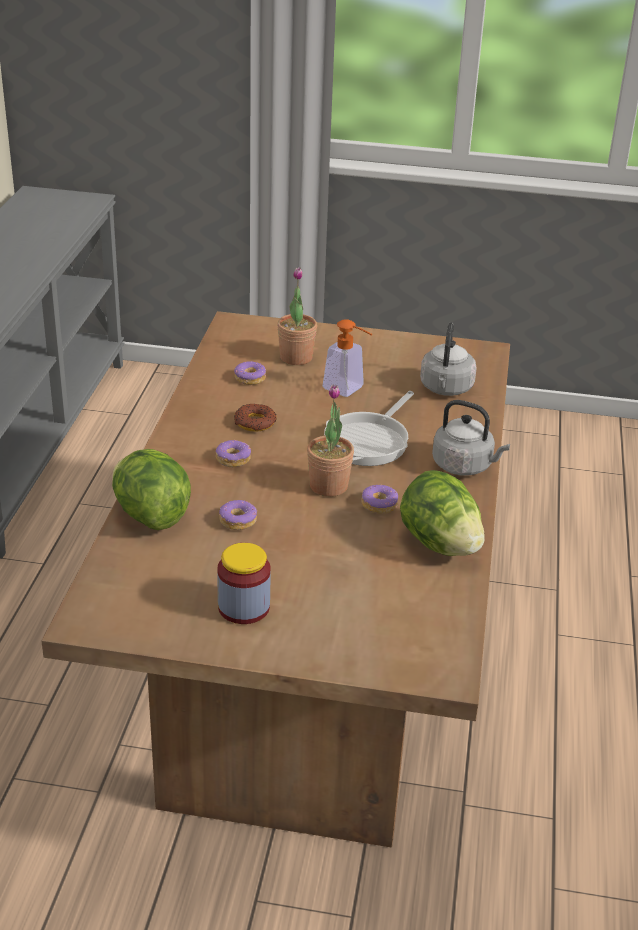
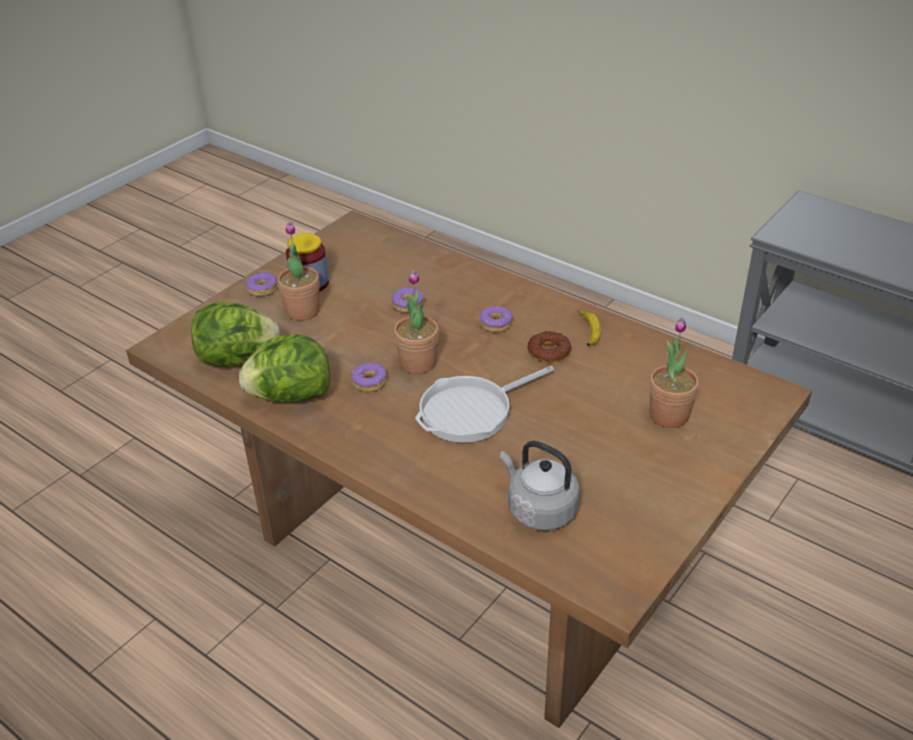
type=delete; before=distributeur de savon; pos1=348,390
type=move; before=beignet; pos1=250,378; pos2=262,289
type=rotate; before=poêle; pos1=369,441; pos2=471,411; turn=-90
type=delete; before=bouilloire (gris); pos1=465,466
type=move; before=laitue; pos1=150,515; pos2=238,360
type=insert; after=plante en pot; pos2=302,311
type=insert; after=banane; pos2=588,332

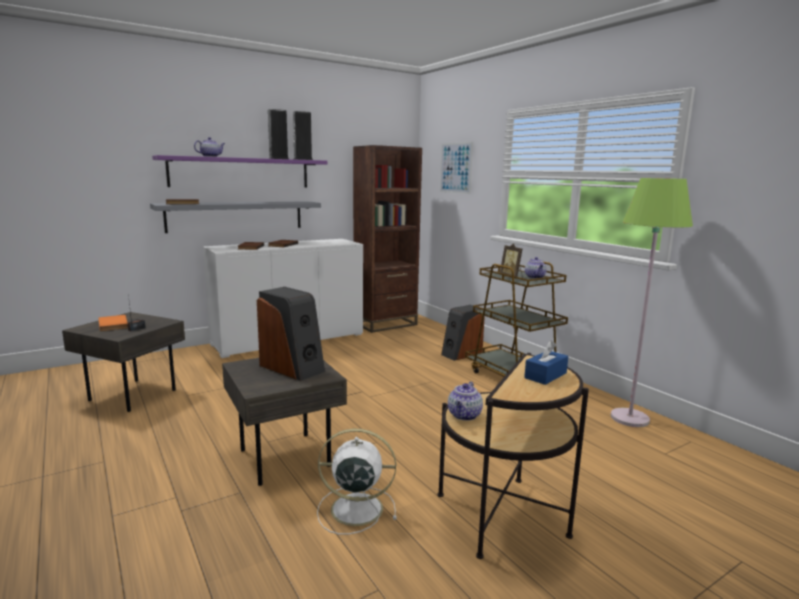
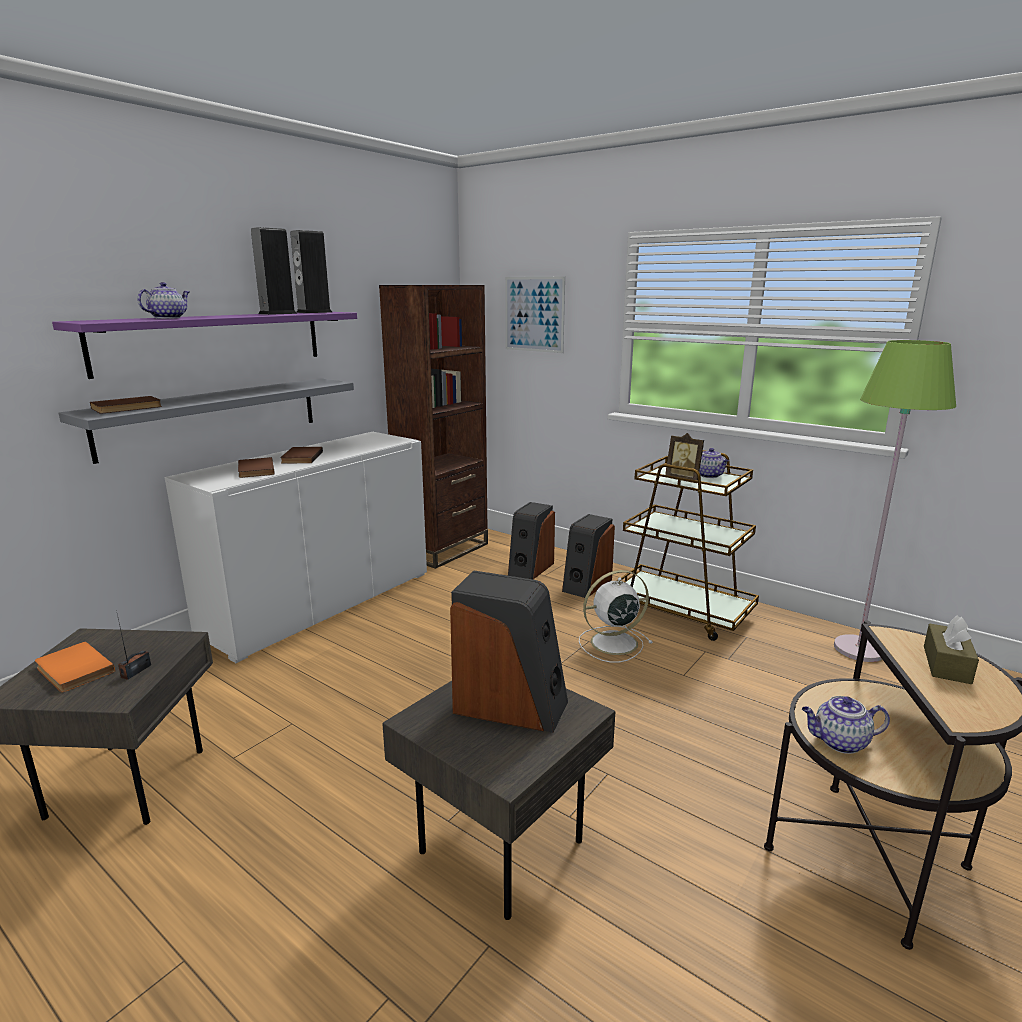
type=recolor; before=boîte à mouchoirs (bleu); after=boîte à mouchoirs (marron); pos1=545,375; pos2=946,664
type=rotate; before=théière; pos1=464,416; pos2=839,742; turn=90
type=move; before=ventilateur (blanc); pos1=354,509; pos2=612,643
type=insert; after=enceinte; pos2=530,569

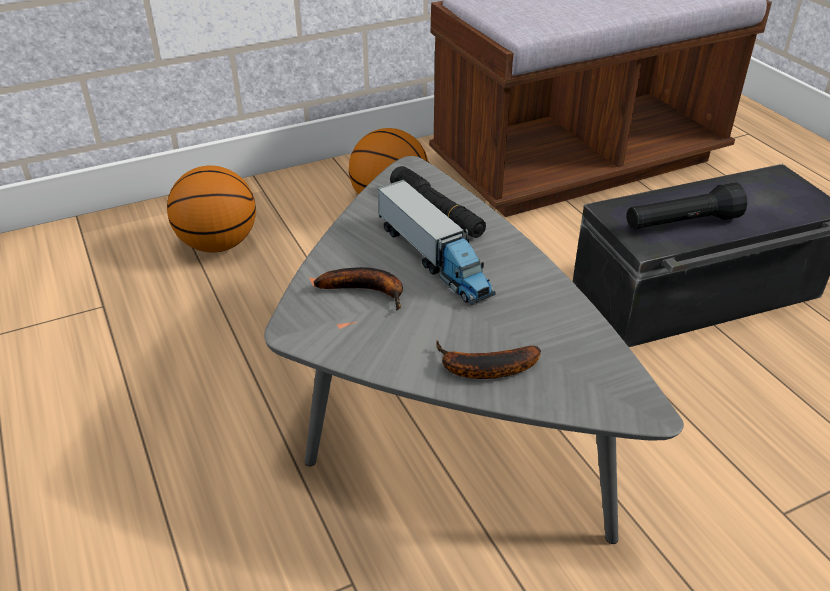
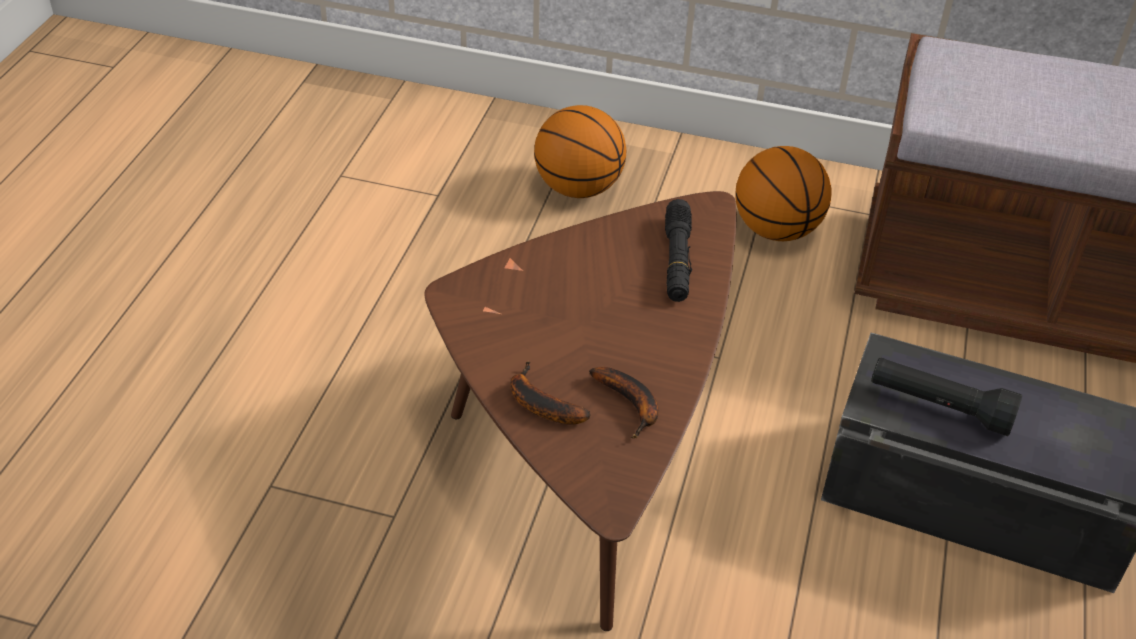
type=recolor; before=table basse (gris); after=table basse (marron); pos1=441,414; pos2=592,447
type=delete; before=camion jouet; pos1=434,259
type=move; before=banane; pos1=368,291; pos2=631,405

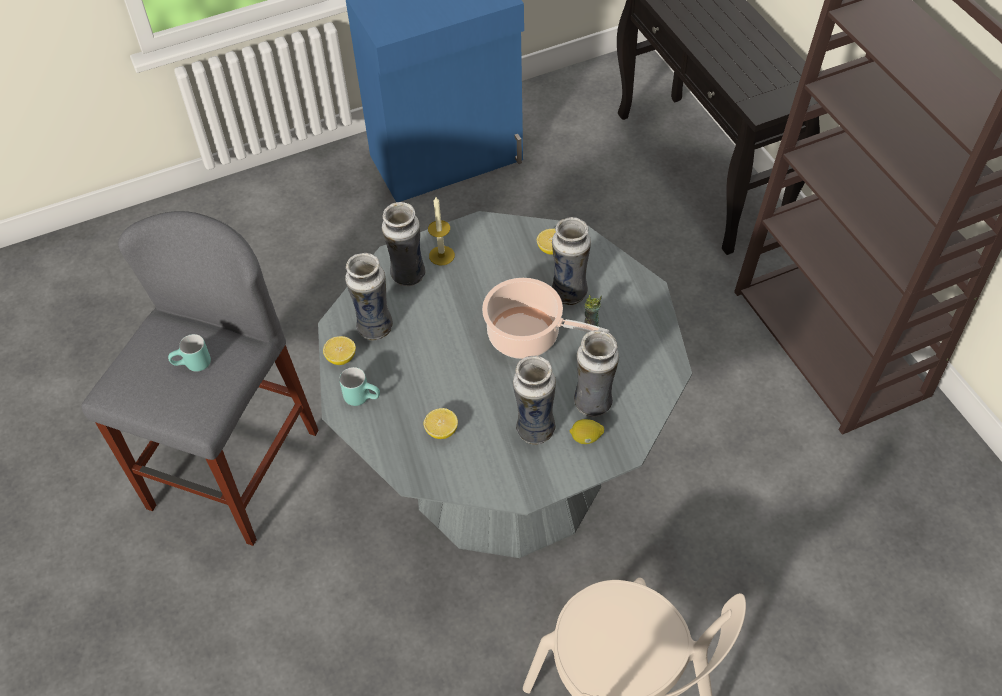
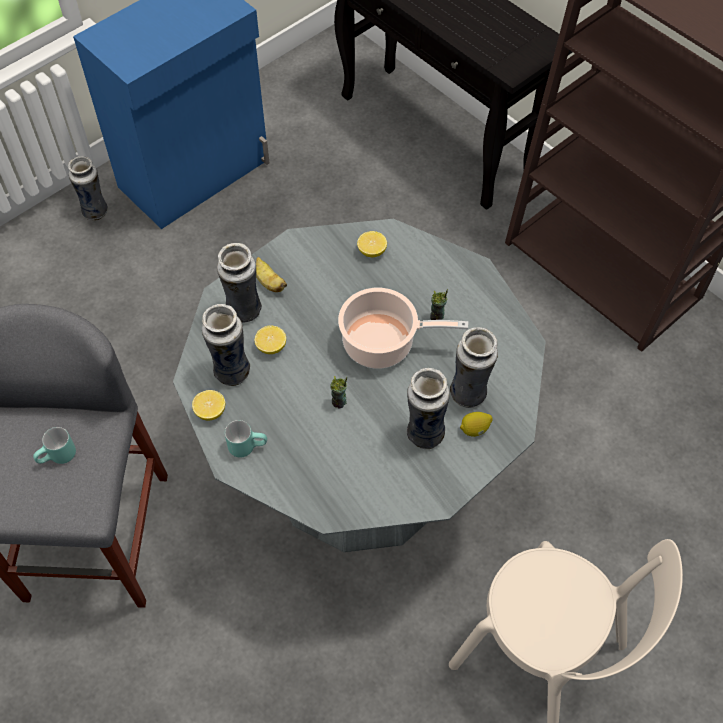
type=replace; before=bougie; after=banane; pos1=441,255; pos2=269,282
type=move; before=vase; pos1=569,292; pos2=95,211
type=move; before=citron; pos1=441,431; pos2=271,347
type=insert; after=tasse; pos2=339,402

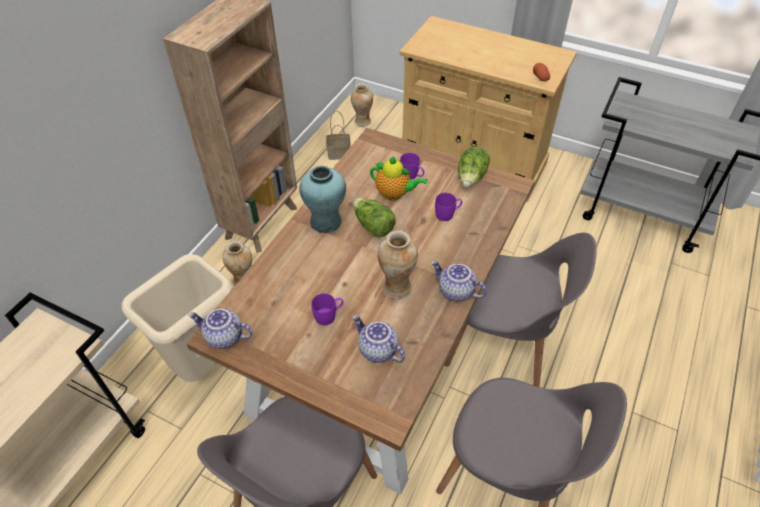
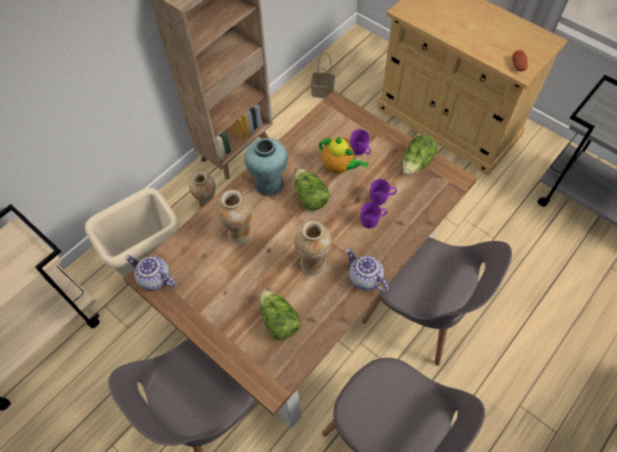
type=move; before=vase; pos1=362,122; pos2=240,233
type=move; before=mug (violet); pos1=329,315; pos2=373,220
type=replace; before=théière; after=laitue; pos1=377,350; pos2=278,320

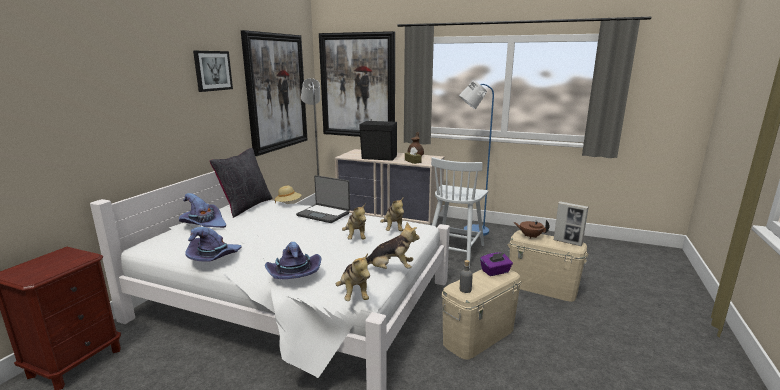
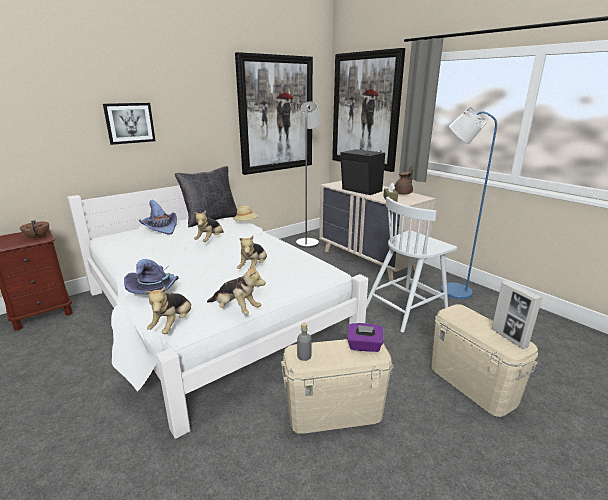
type=move; before=tableau; pos1=212,70; pos2=129,123
type=delete; before=ordinateur portable; pos1=324,214
type=move; before=peluche; pos1=393,229; pos2=210,240
type=move; before=théière (marron); pos1=530,236; pos2=38,237
type=delete; before=chapeau (violet); pos1=214,258

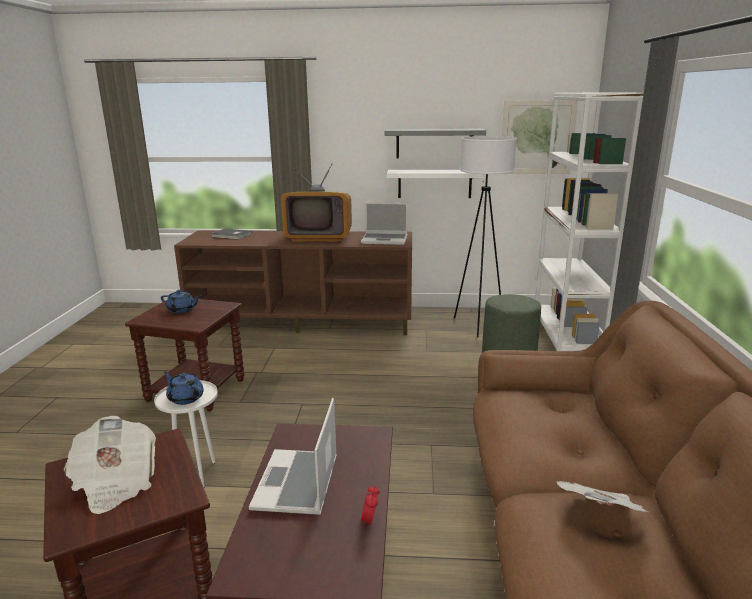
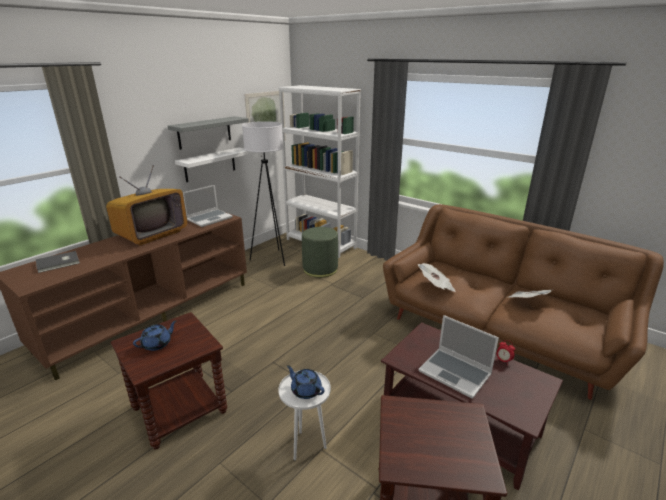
type=rotate; before=théière (bleu); pos1=185,398; pos2=305,390; turn=60
type=move; before=journal; pos1=115,482; pos2=436,286

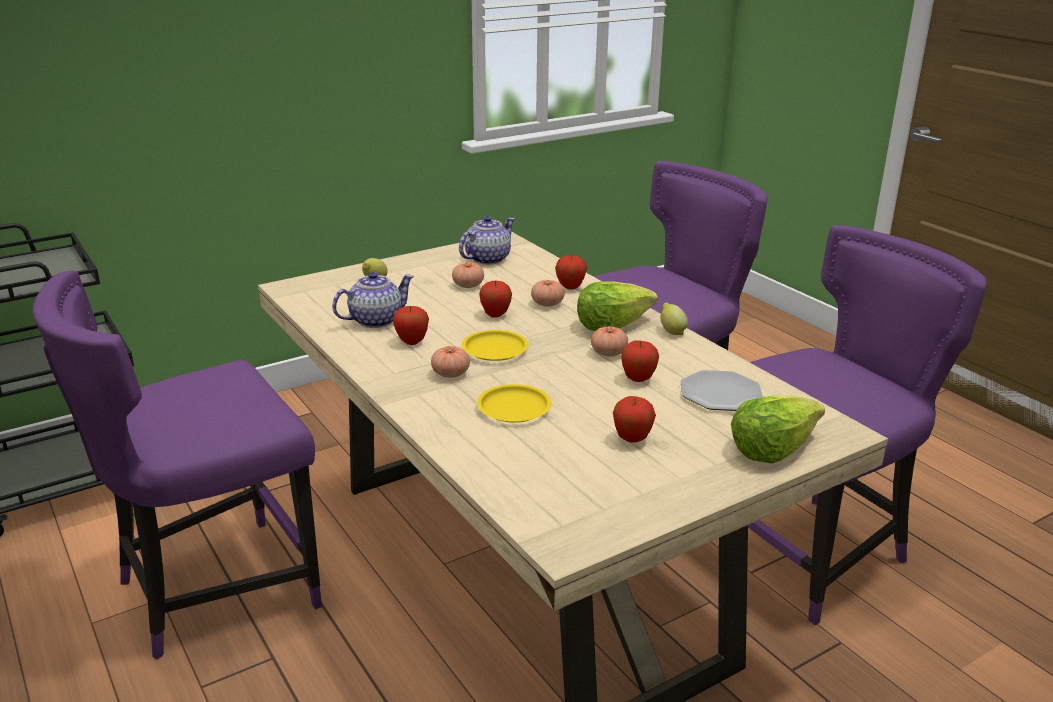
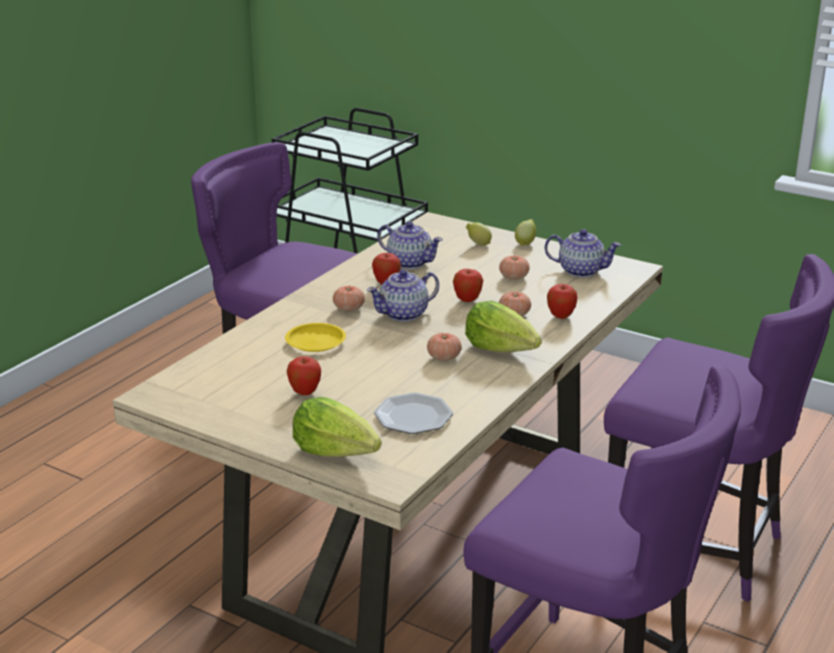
type=move; before=citron; pos1=671,332; pos2=525,243
type=replace; before=assiette (jaune); after=théière; pos1=495,349; pos2=404,314
type=delete; before=pomme; pos1=638,379

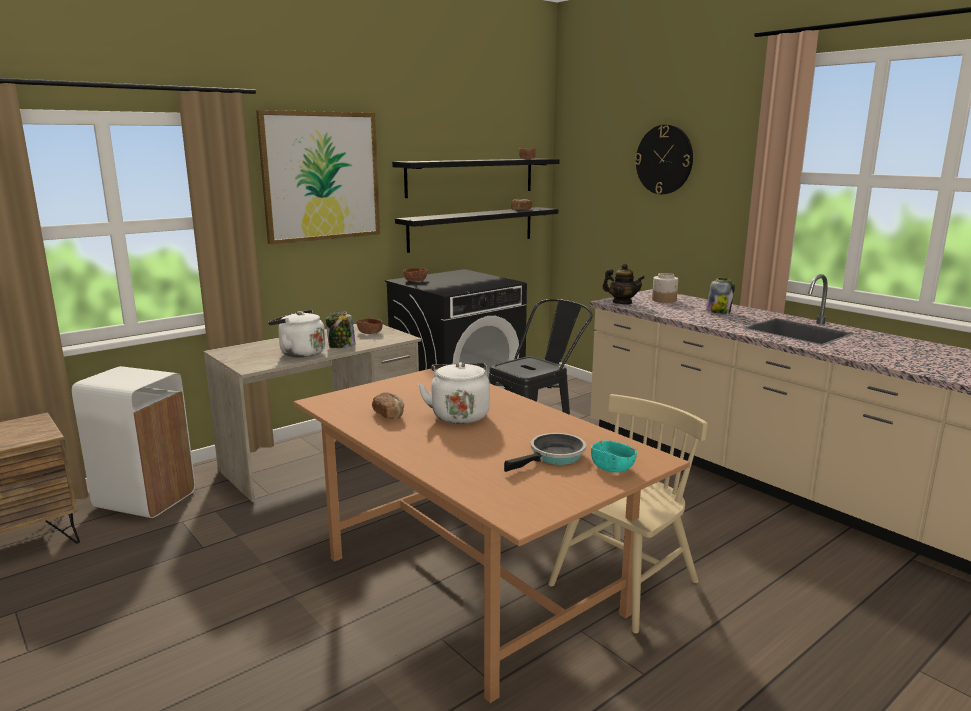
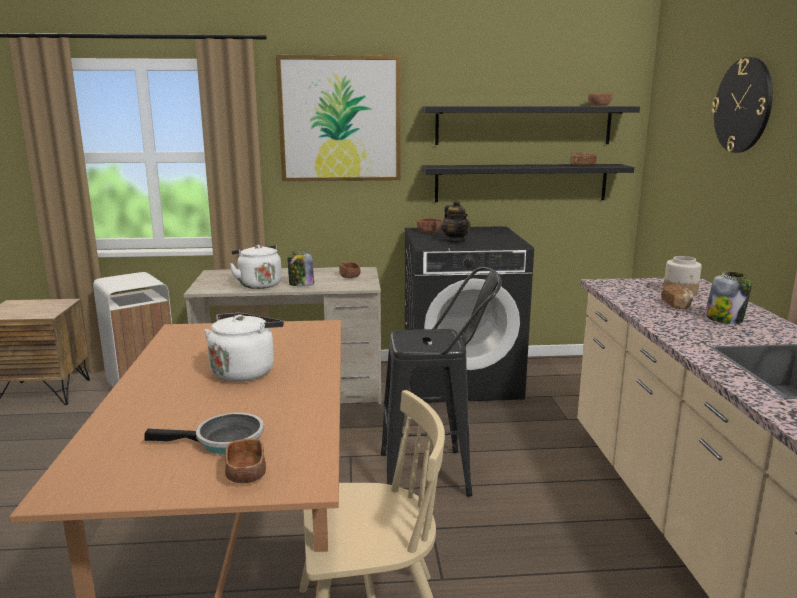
type=move; before=théière; pos1=622,303; pos2=455,241
type=move; before=pain; pos1=389,414; pos2=677,305
type=recolor; before=bol (turquoise); after=bol (marron); pos1=612,467; pos2=246,475

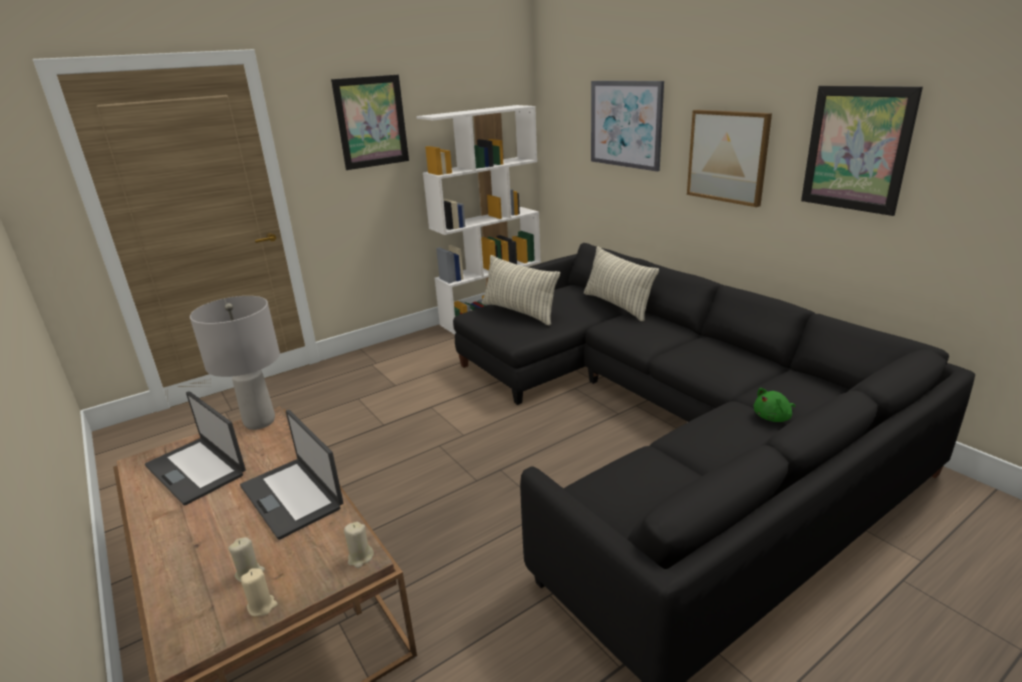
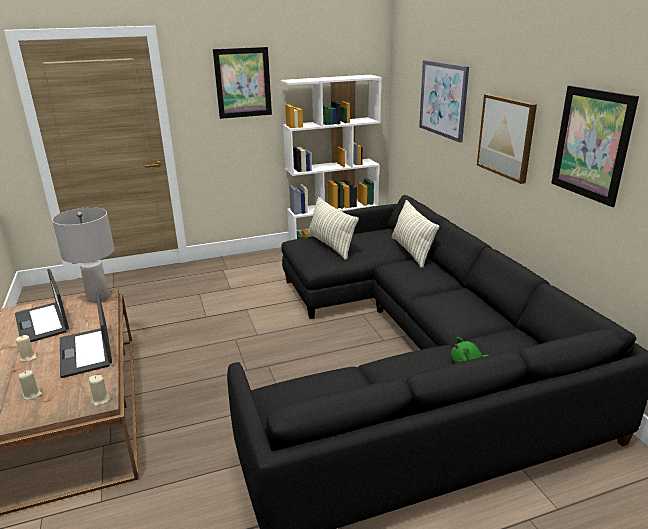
type=move; before=bougie (beige); pos1=262,606; pos2=28,357

